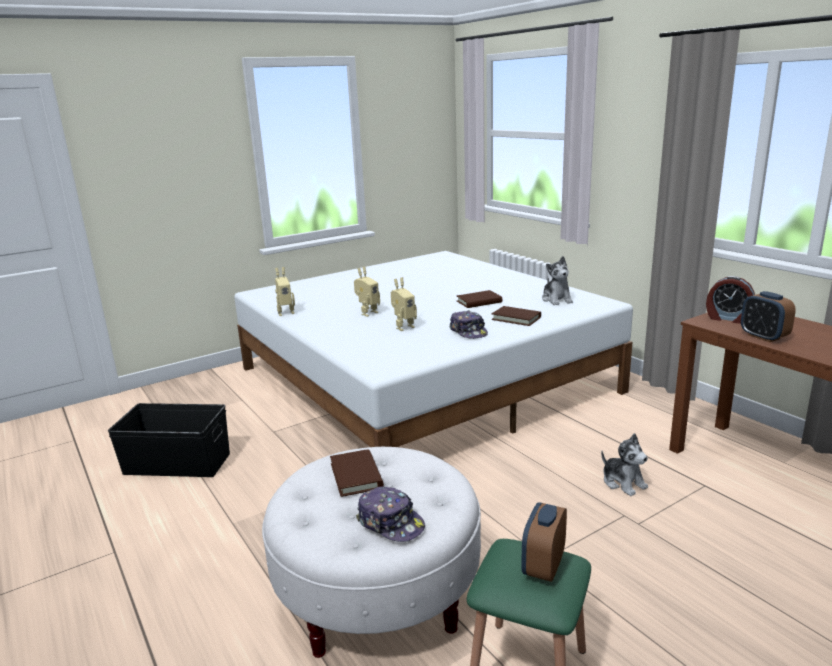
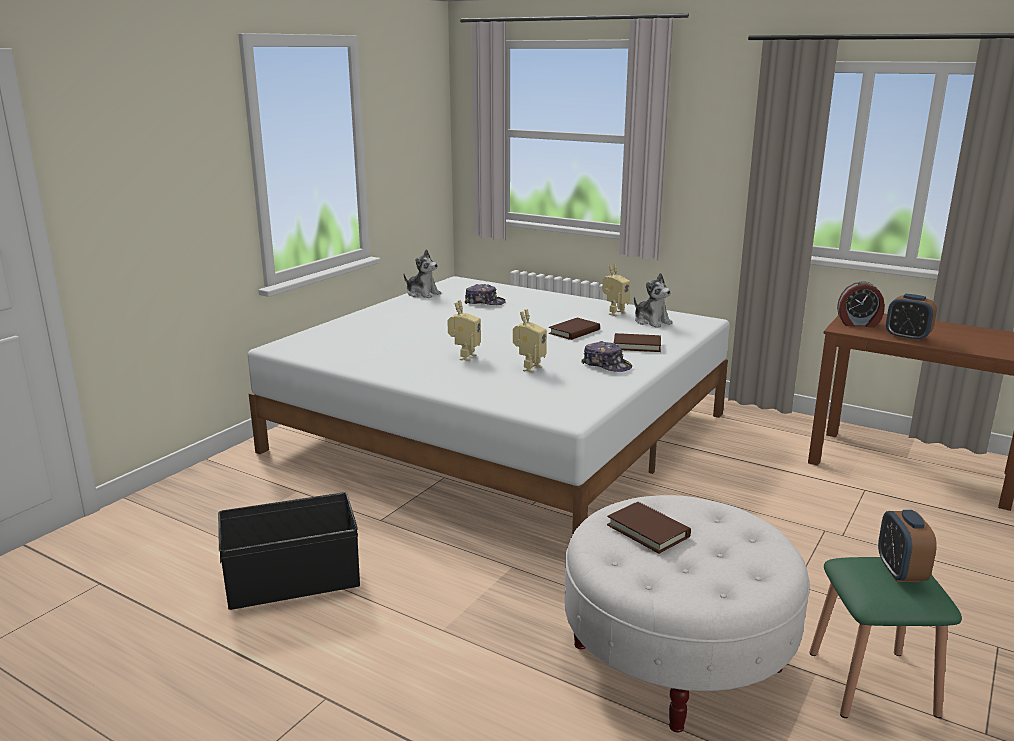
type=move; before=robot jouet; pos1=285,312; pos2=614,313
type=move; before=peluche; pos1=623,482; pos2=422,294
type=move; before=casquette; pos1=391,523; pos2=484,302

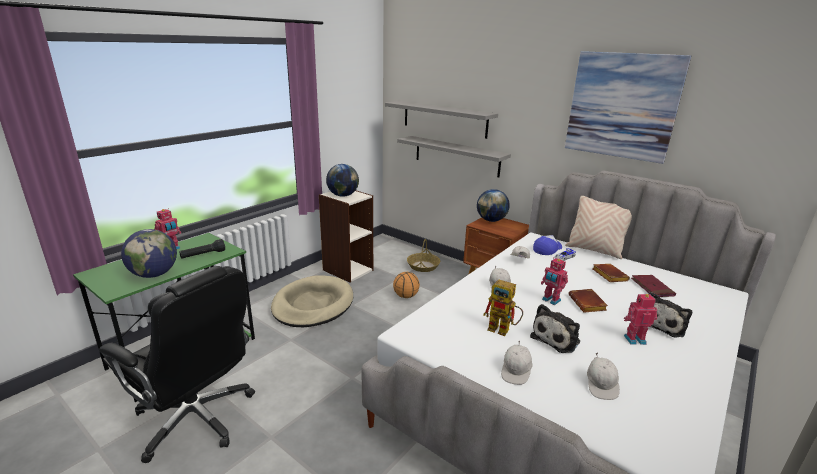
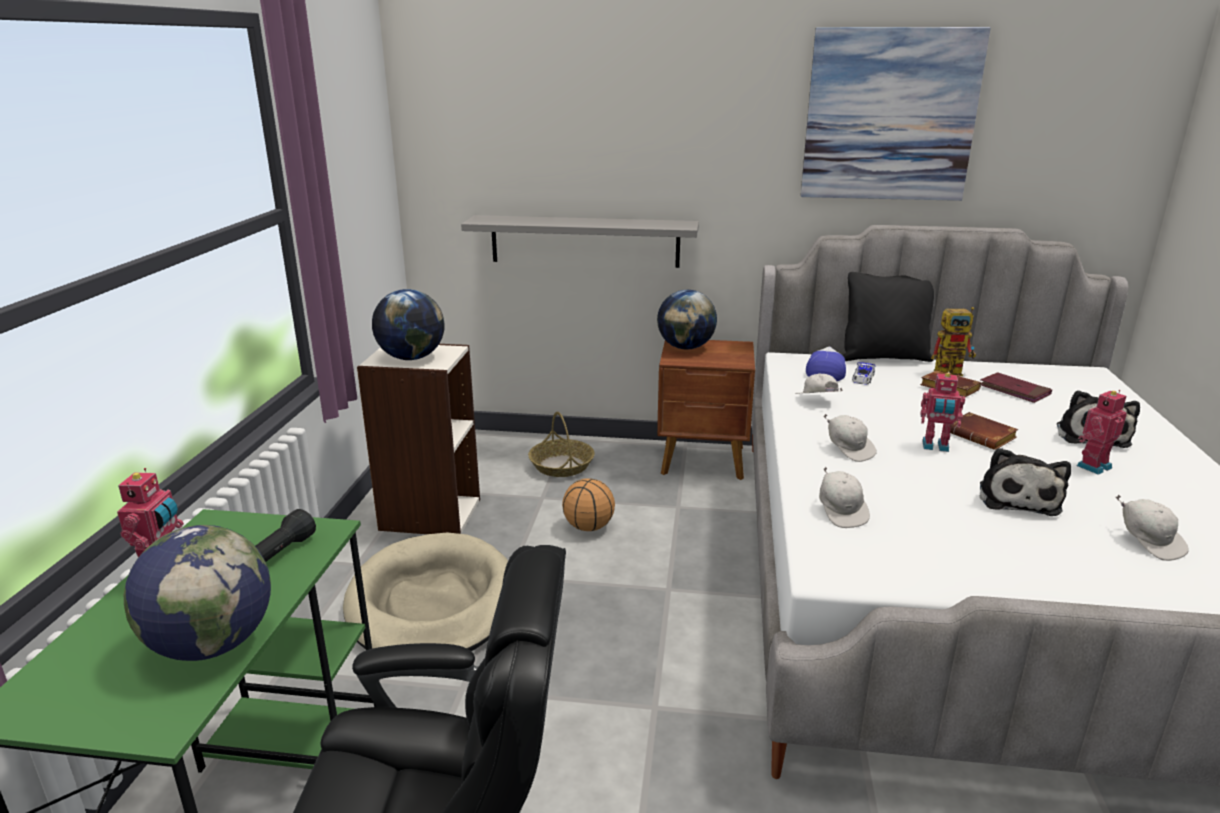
type=delete; before=étagère (gris); pos1=444,119
type=recolor; before=coussin (beige); after=coussin (noir); pos1=594,250; pos2=883,358
type=move; before=robot jouet; pos1=503,330; pos2=953,372
type=move; before=casquette (blanc); pos1=516,372; pos2=841,512

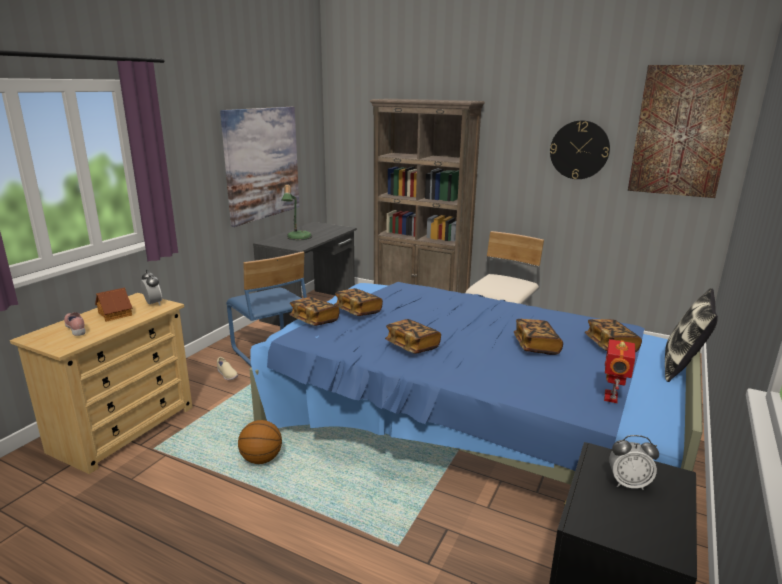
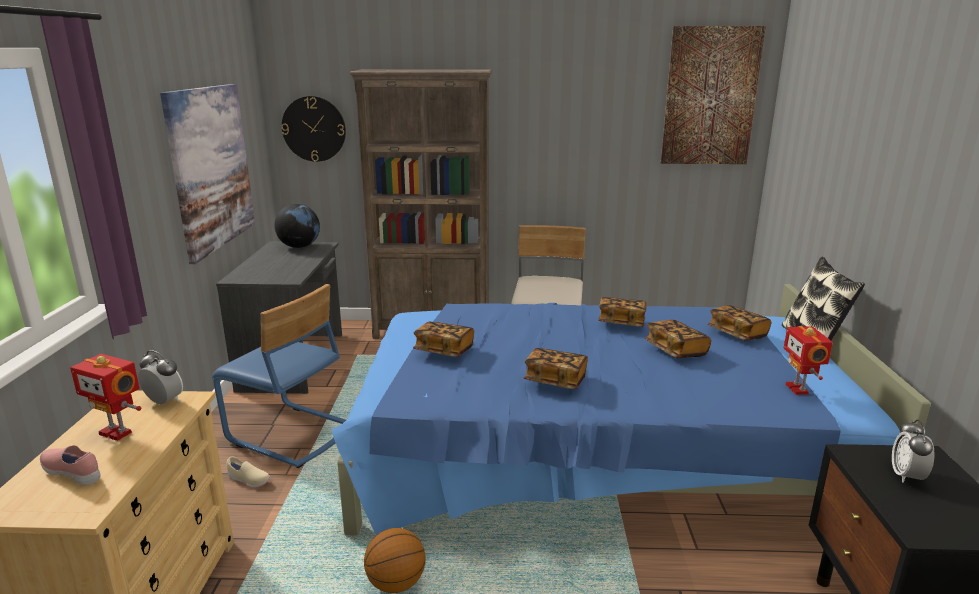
type=move; before=horloge murale; pos1=579,150; pos2=314,129
type=delete; before=lampe de table; pos1=297,238
type=replace; before=maison miniature; after=robot jouet; pos1=115,314; pos2=117,432
type=move; before=livre; pos1=314,320; pos2=621,322
type=rotate; before=réveil; pos1=628,483; pos2=906,476; turn=120
type=insert; after=globe; pos2=299,247

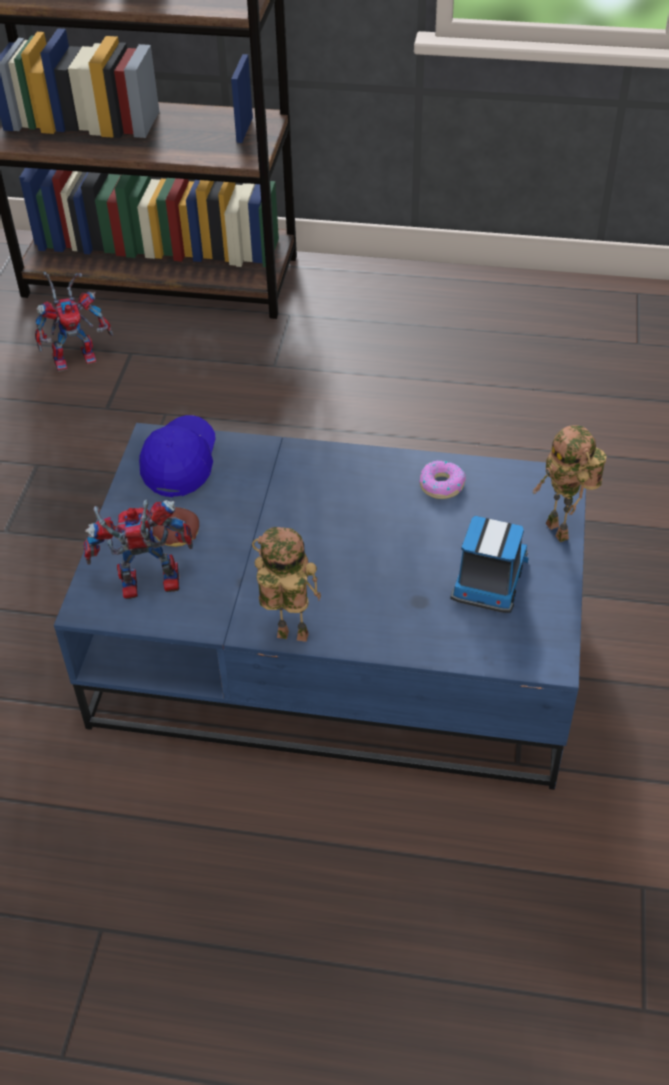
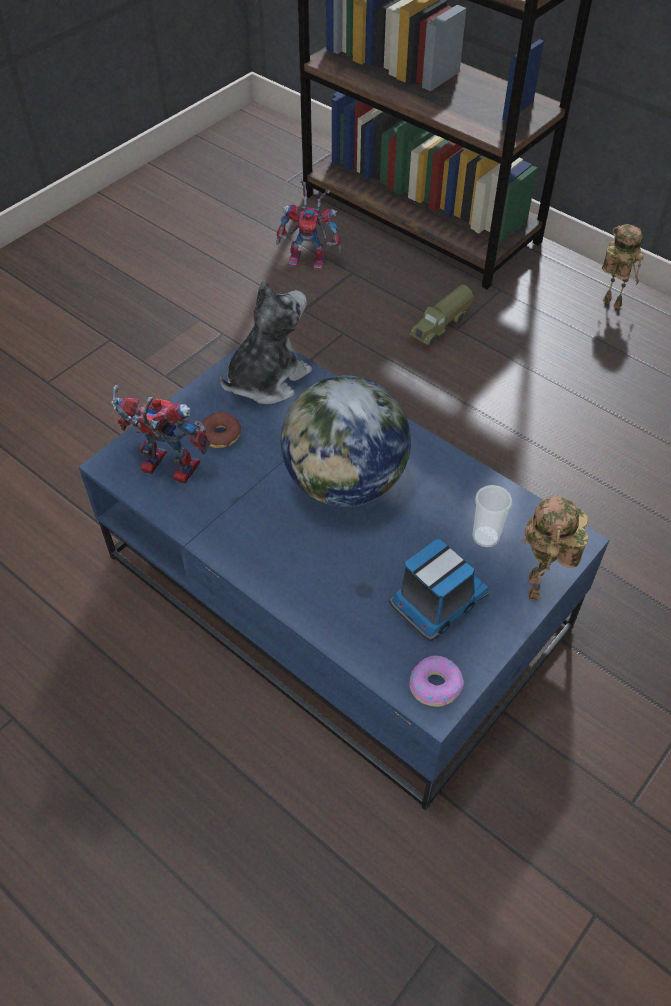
type=replace; before=casquette (bleu); after=peluche; pos1=180,464; pos2=267,379
type=move; before=beignet; pos1=441,485; pos2=435,685
type=move; before=robot jouet; pos1=289,638; pos2=609,303
type=insert; after=camion jouet; pos2=441,326
type=insert; after=globe; pos2=345,483
type=insert; after=tasse; pos2=485,537

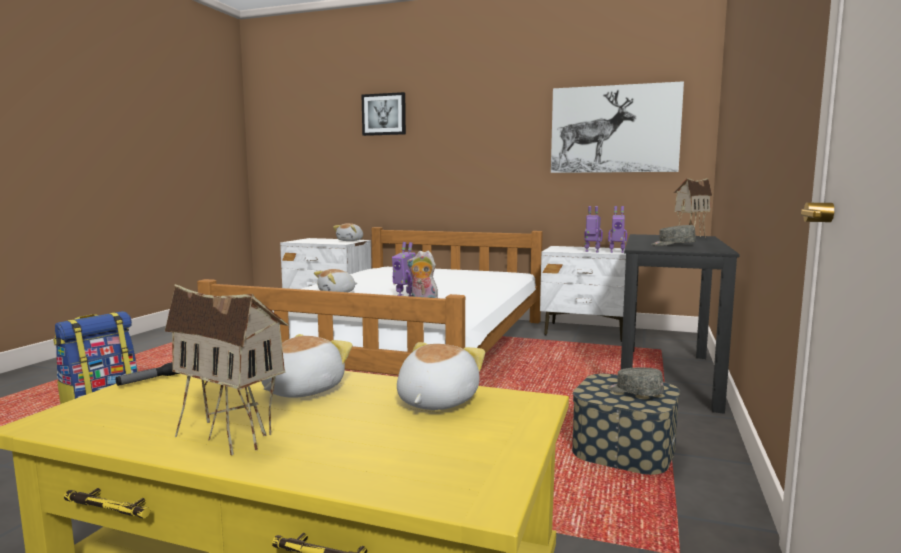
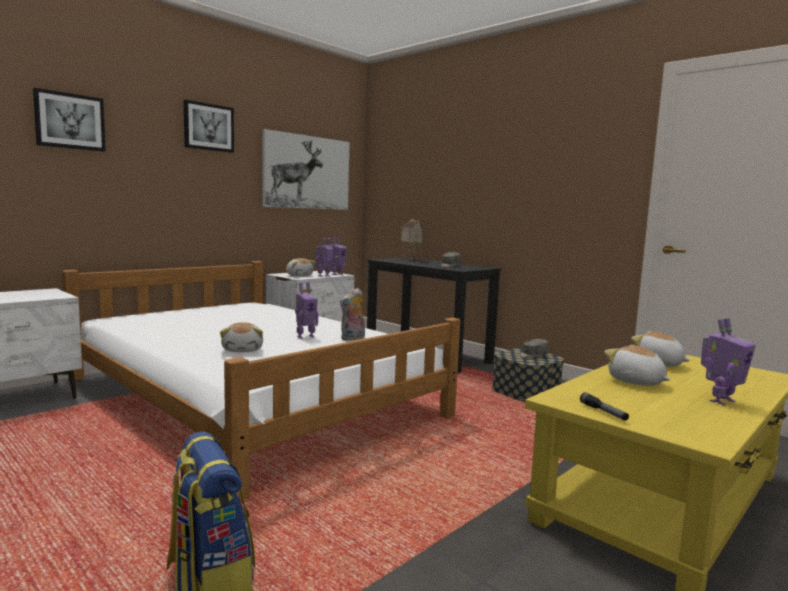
type=move; before=peluche; pos1=350,241; pos2=299,276
type=replace; before=maison miniature; after=robot jouet; pos1=231,436; pos2=720,400
type=insert; after=tableau; pos2=208,127

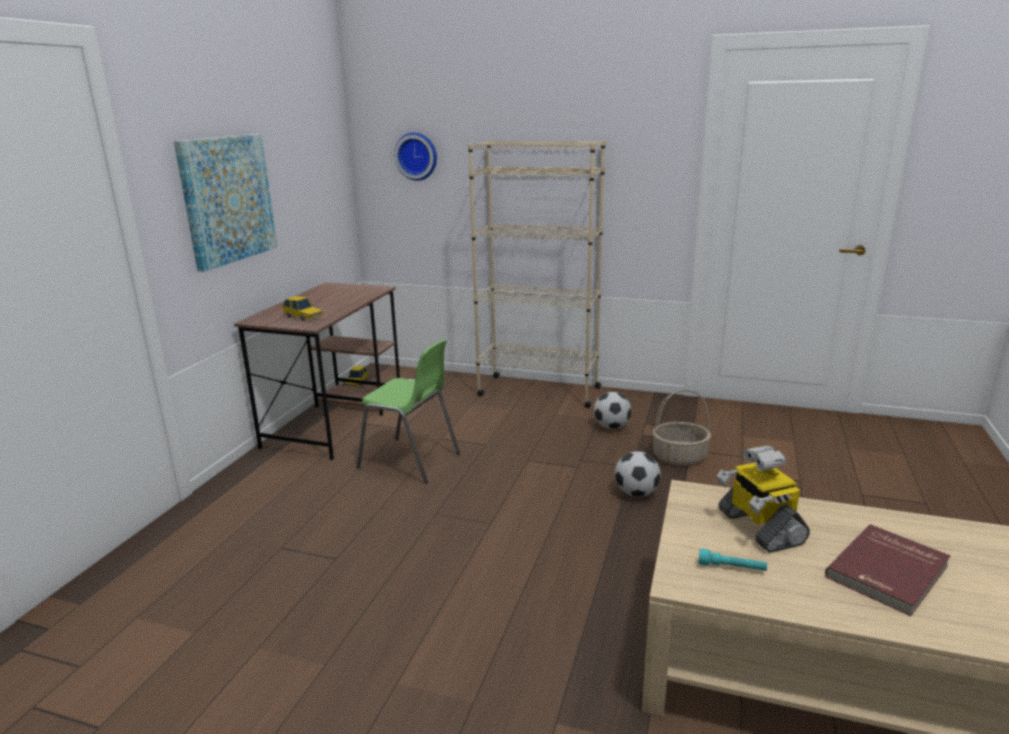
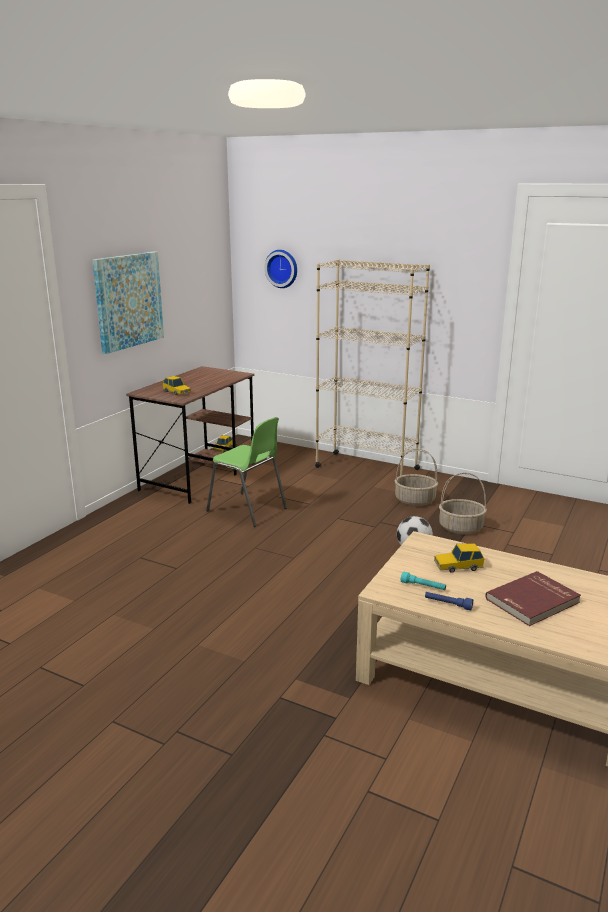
type=replace; before=ballon de foot; after=panier; pos1=611,427; pos2=415,500
type=replace; before=robot jouet; after=petite voiture; pos1=758,527; pos2=458,566
type=insert; after=lampe de poche (bleu); pos2=448,604

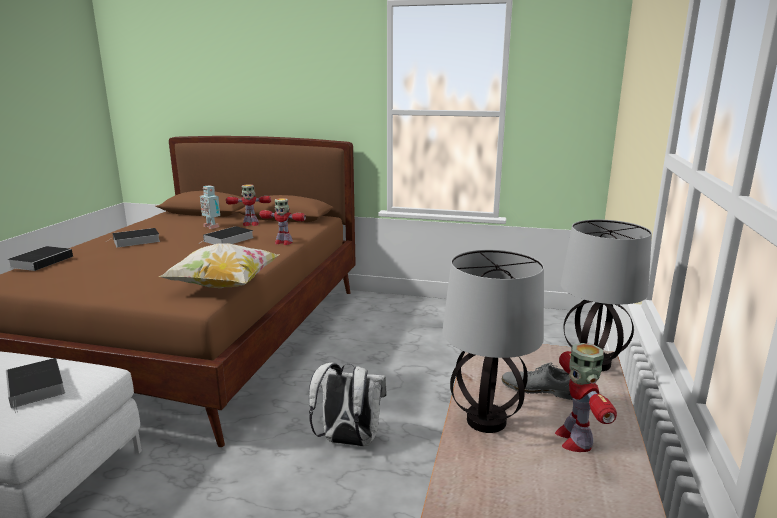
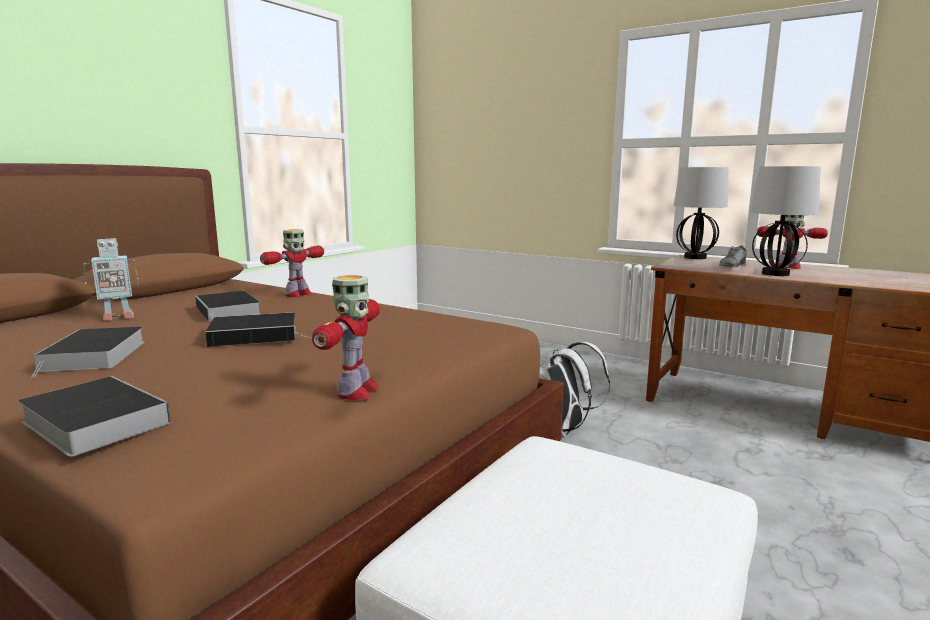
type=move; before=robot jouet; pos1=250,224; pos2=356,391
type=delete; before=coussin; pos1=224,286
type=move; before=livre; pos1=36,387; pos2=257,335

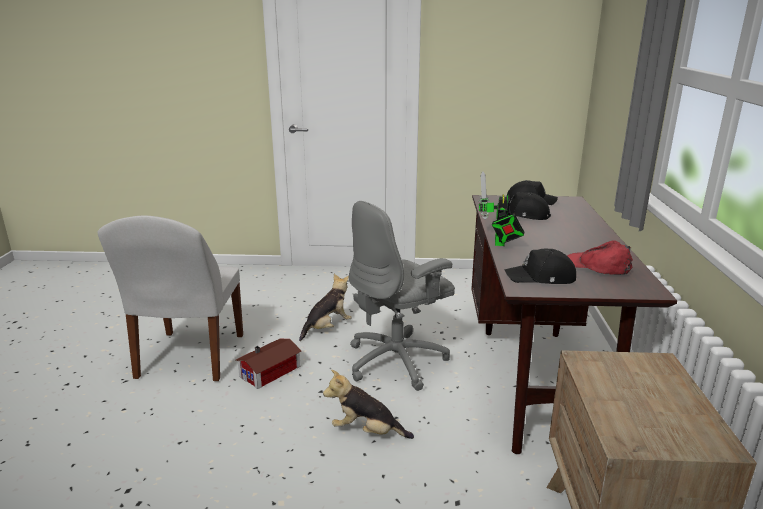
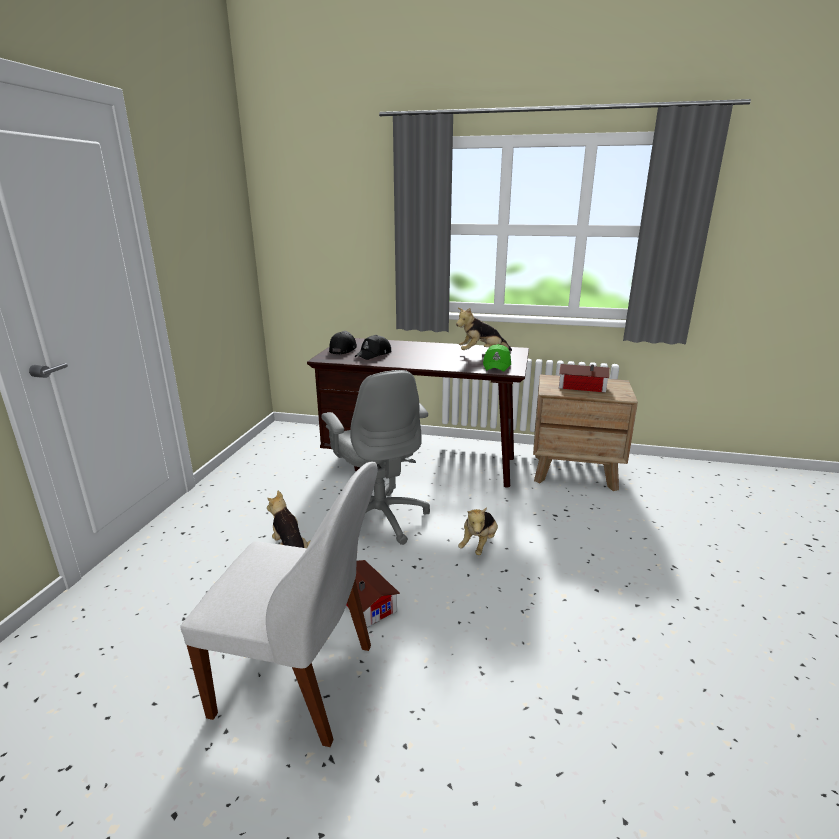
type=delete; before=robot jouet; pos1=499,243
type=replace; before=casquette (rouge); after=peluche; pos1=596,266; pos2=481,353
type=recolor; before=casquette (noir); after=casquette (vert); pos1=541,278; pos2=497,365
type=insert; after=maison miniature; pos2=580,385

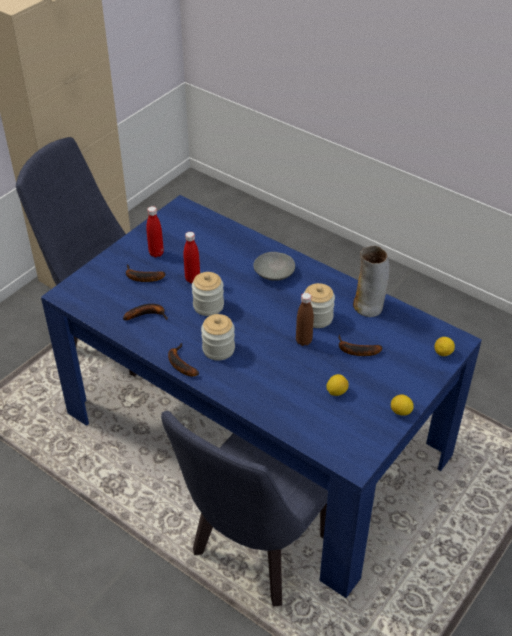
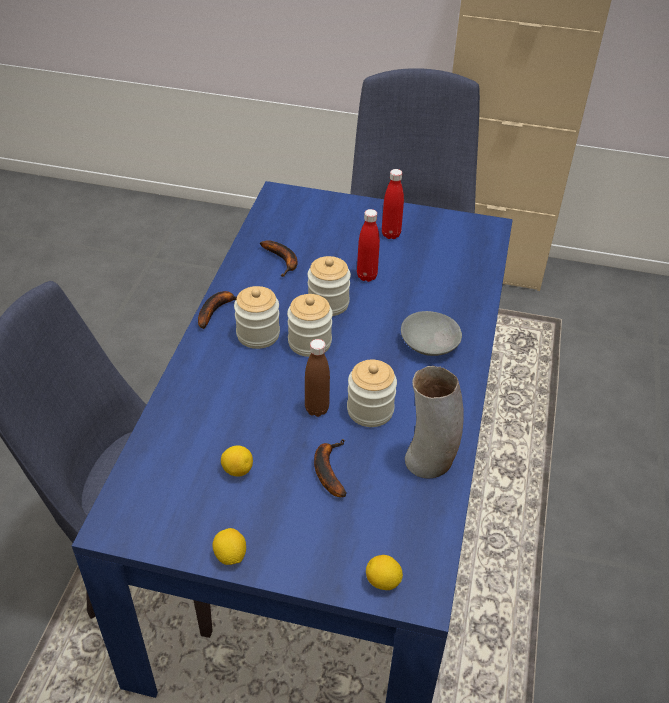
type=delete; before=banane; pos1=141,278
type=insert; after=bocal; pos2=309,342

